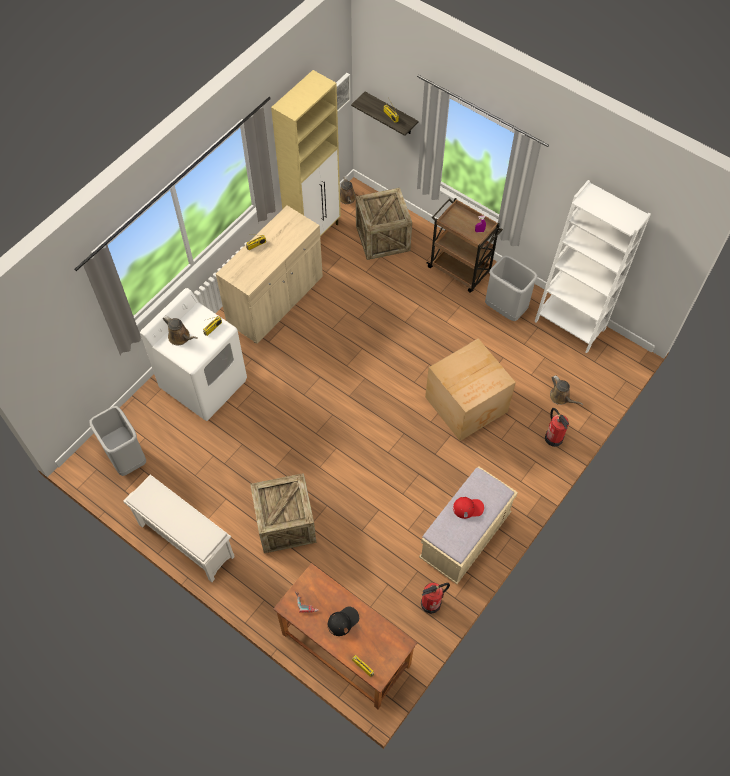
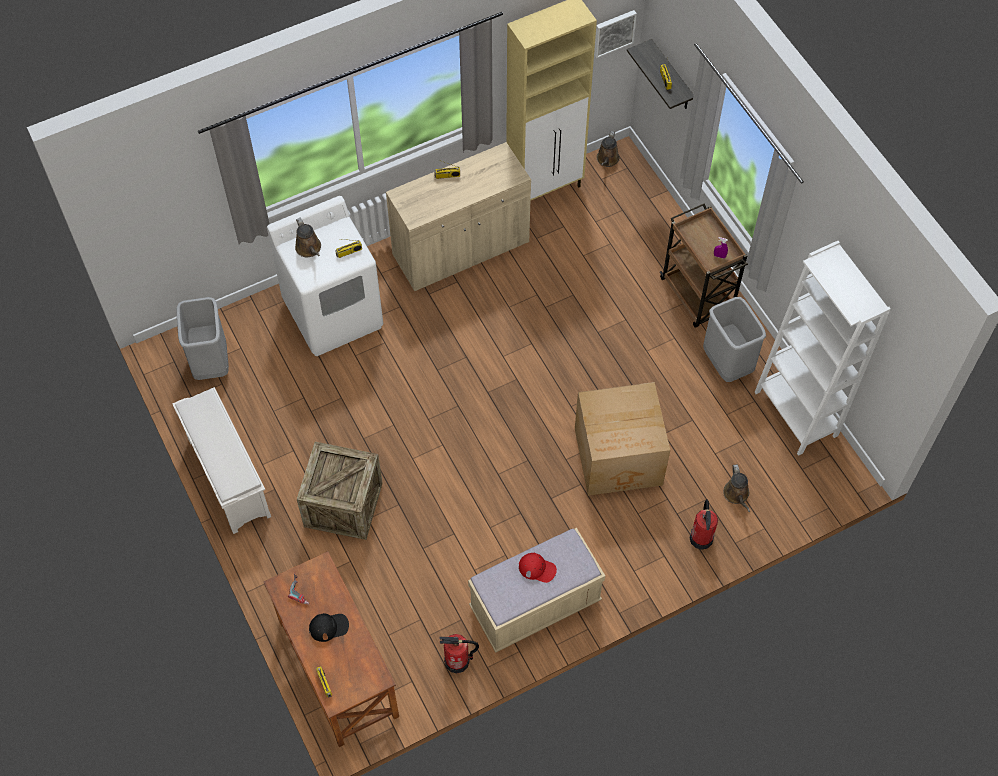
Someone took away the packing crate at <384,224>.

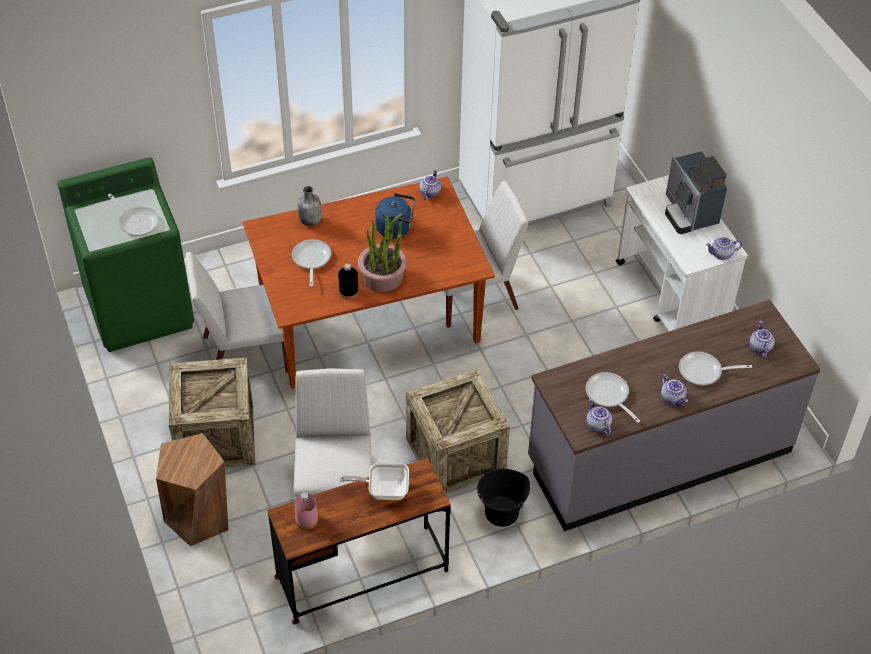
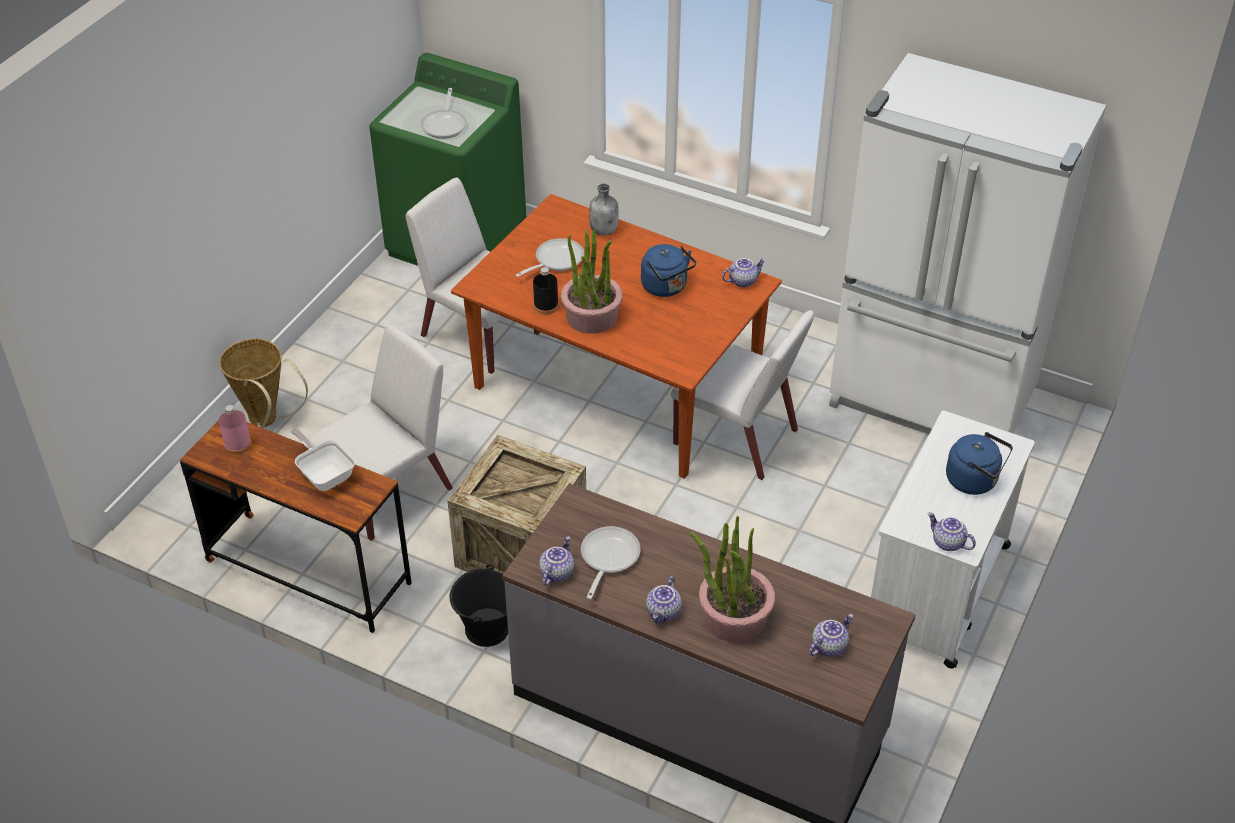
Someone swapped the stool (brownish) at <192,489> for the basket at <263,383>. Someone took away the packing crate at <212,412>. Someone swapped the coffee maker at <696,192> for the water kettle (blue-coloured) at <979,463>. Someone swapped the skillet at <715,368> for the plant in a pot at <732,579>.

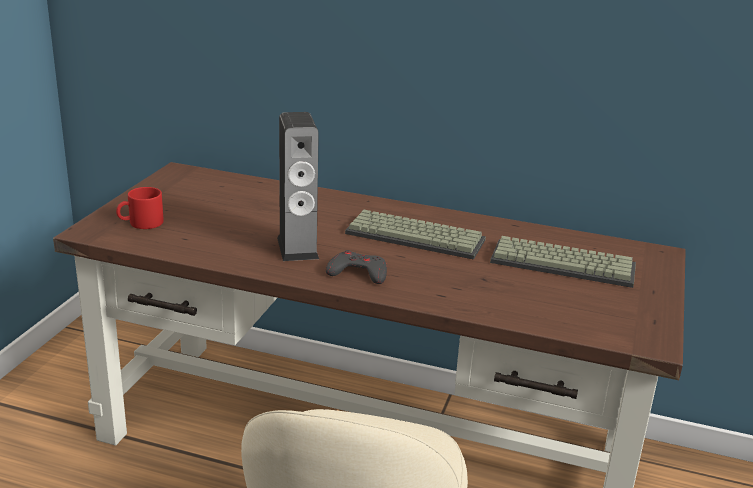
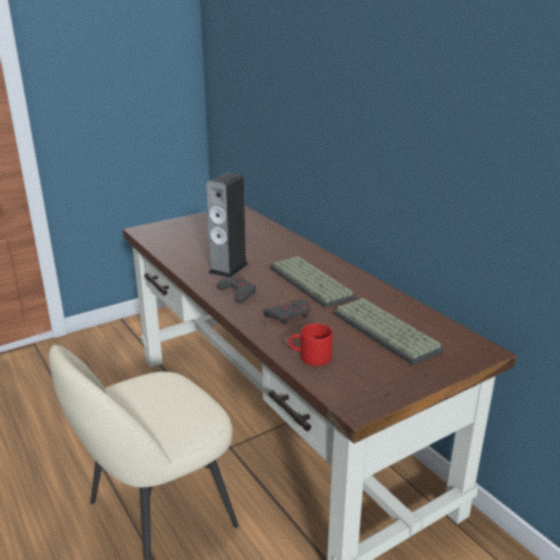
Someone carried the coffee mug (red) from <140,208> to <311,345>. Someone put down the game controller (gray) at <287,311>.

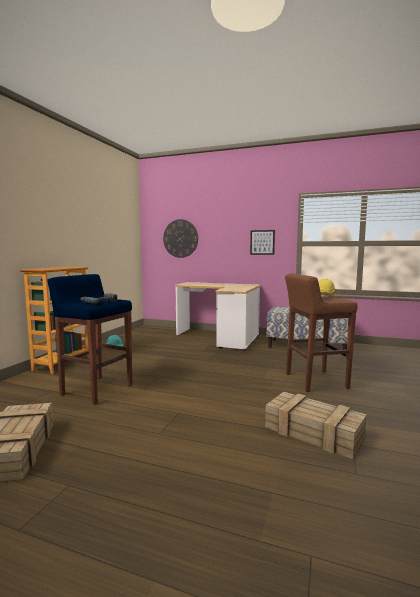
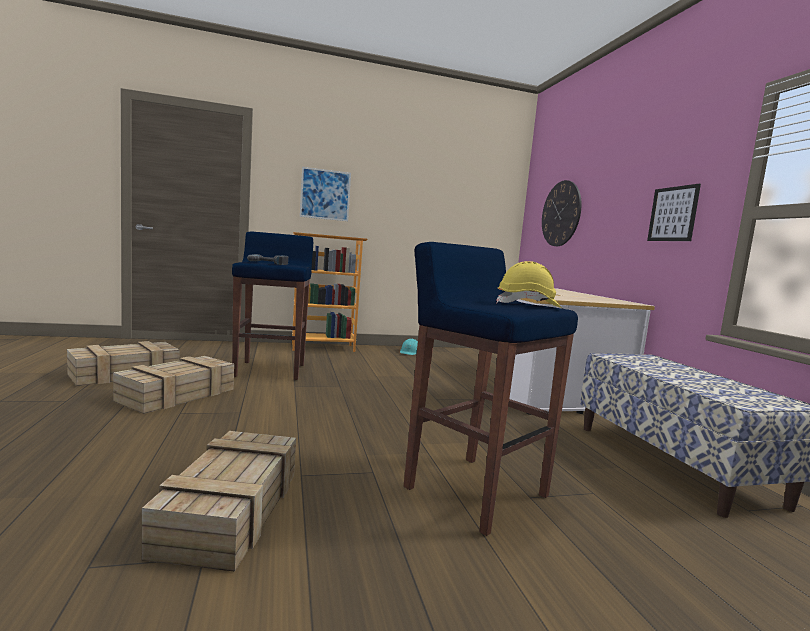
Someone repainted the stool (brownish) at <321,332>, which became the stool (blue-coloured) at <491,389>. Someone put down the packing crate at <173,385>. Someone put up the wall art at <325,194>.

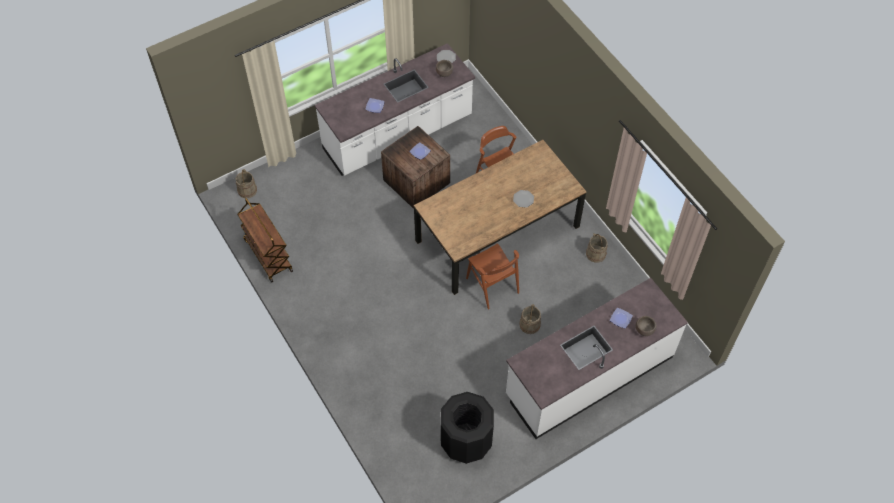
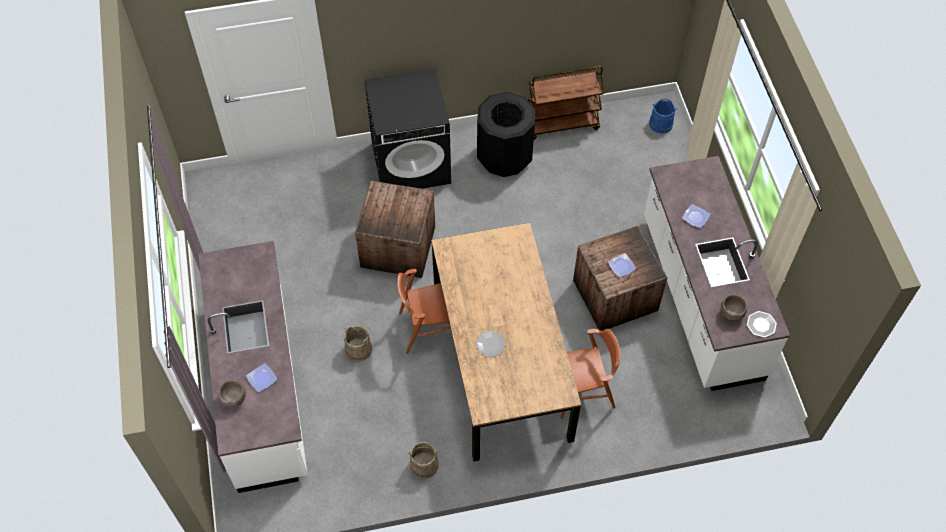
Someone repainted the bucket (beige-coloured) at <246,183>, which became the bucket (blue-coloured) at <663,116>. Someone carried the rubbish bin (black) from <467,428> to <506,134>. Someone put down the packing crate at <395,229>. Someone put down the laundry appliance (black) at <407,128>.

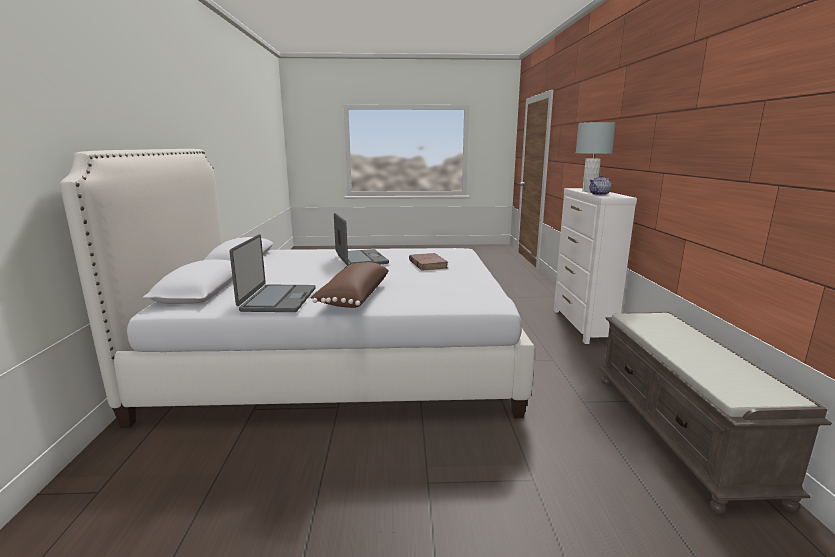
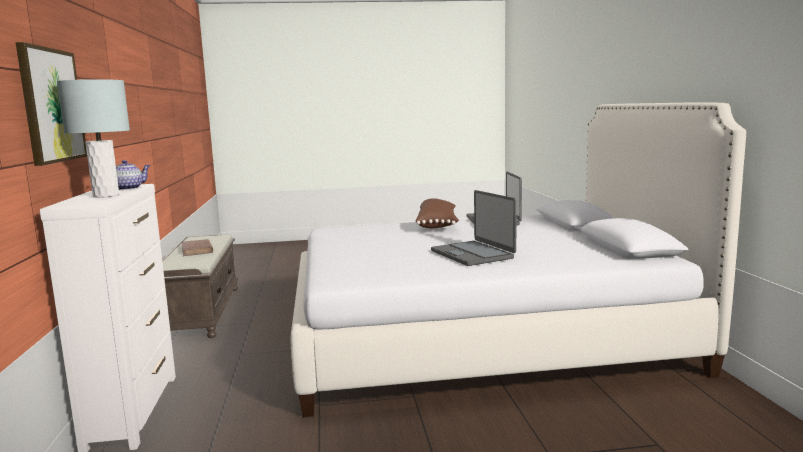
Someone carried the volume (brownish) from <428,261> to <197,247>. Someone put up the wall art at <51,104>.

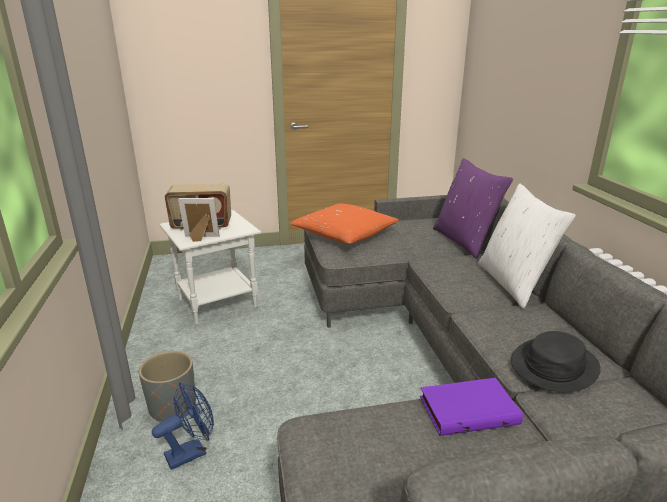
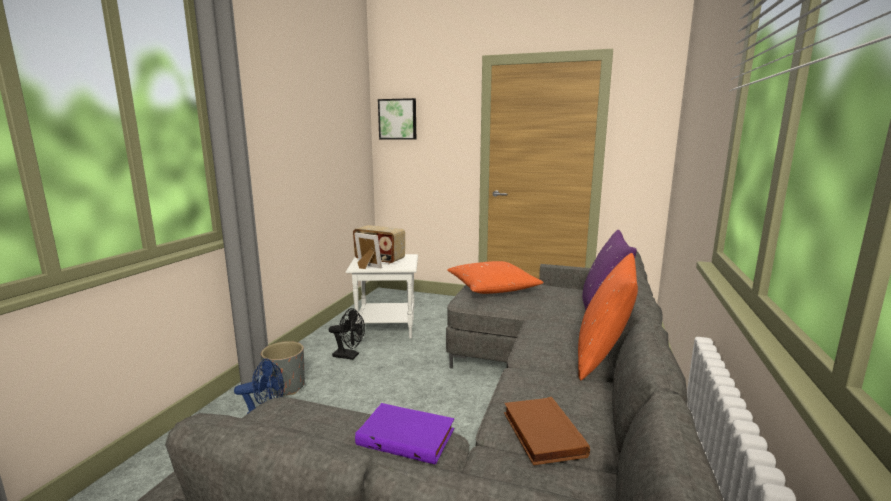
Someone repainted the pillow (whitish) at <527,246>, which became the pillow (orange) at <608,316>. Someone swapped the clothing hat (black) at <556,361> for the volume (brownish) at <547,431>. Someone put down the electric fan (black) at <347,334>. Someone put up the wall art at <397,119>.

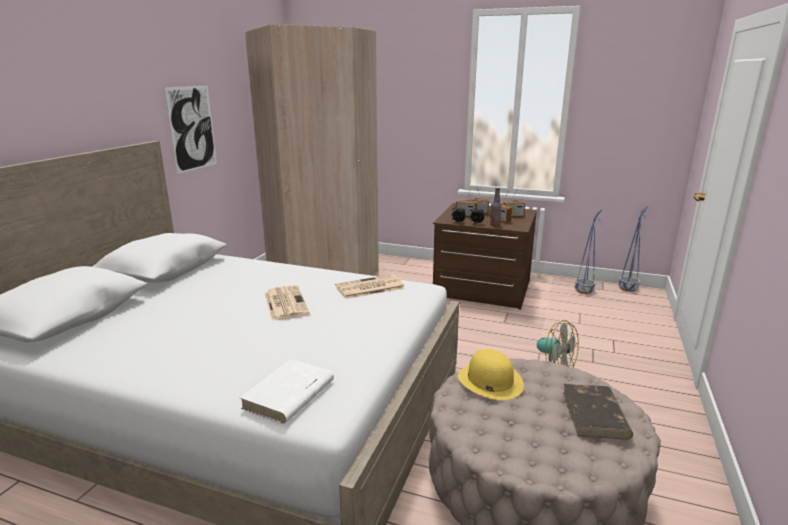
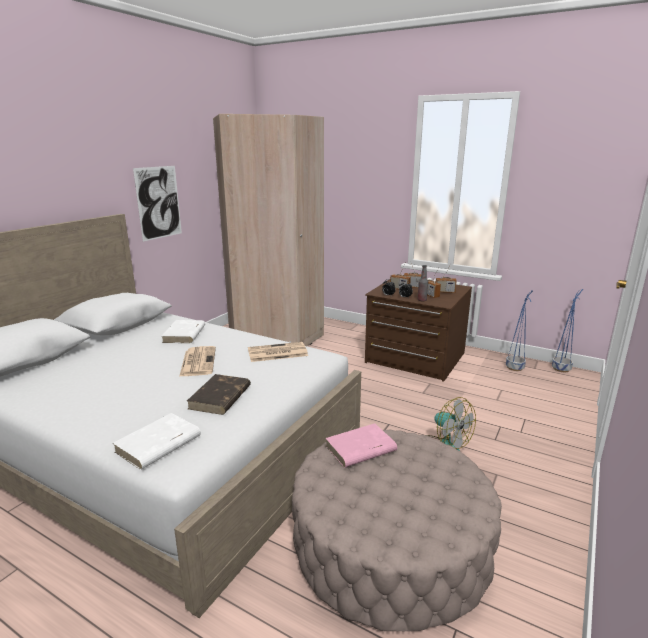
Someone swapped the clothing hat (yellow-coloured) at <491,374> for the volume (pinkish) at <361,445>. Someone carried the volume (brownish) from <598,411> to <219,394>. Someone put down the volume (whitish) at <183,331>.

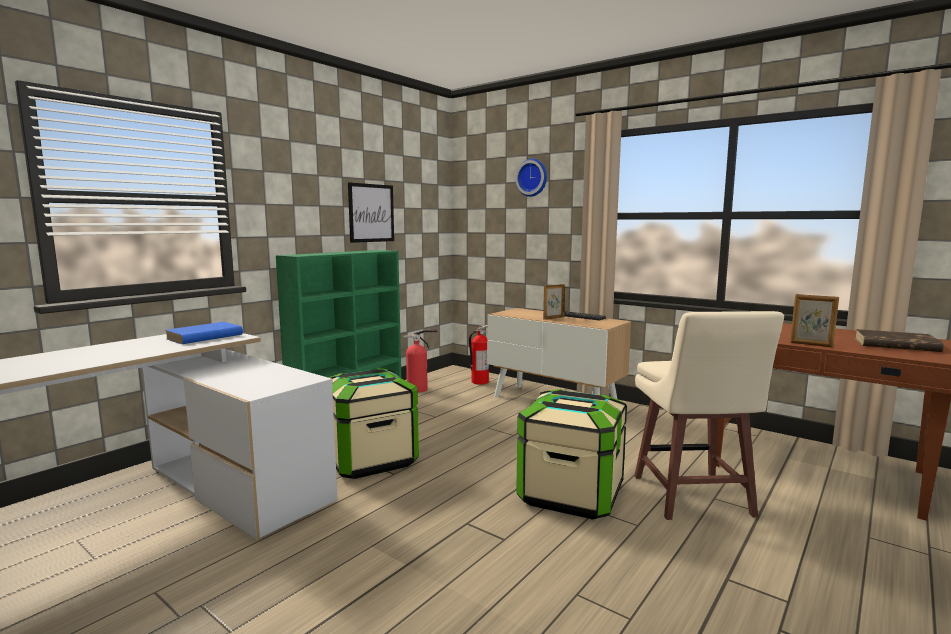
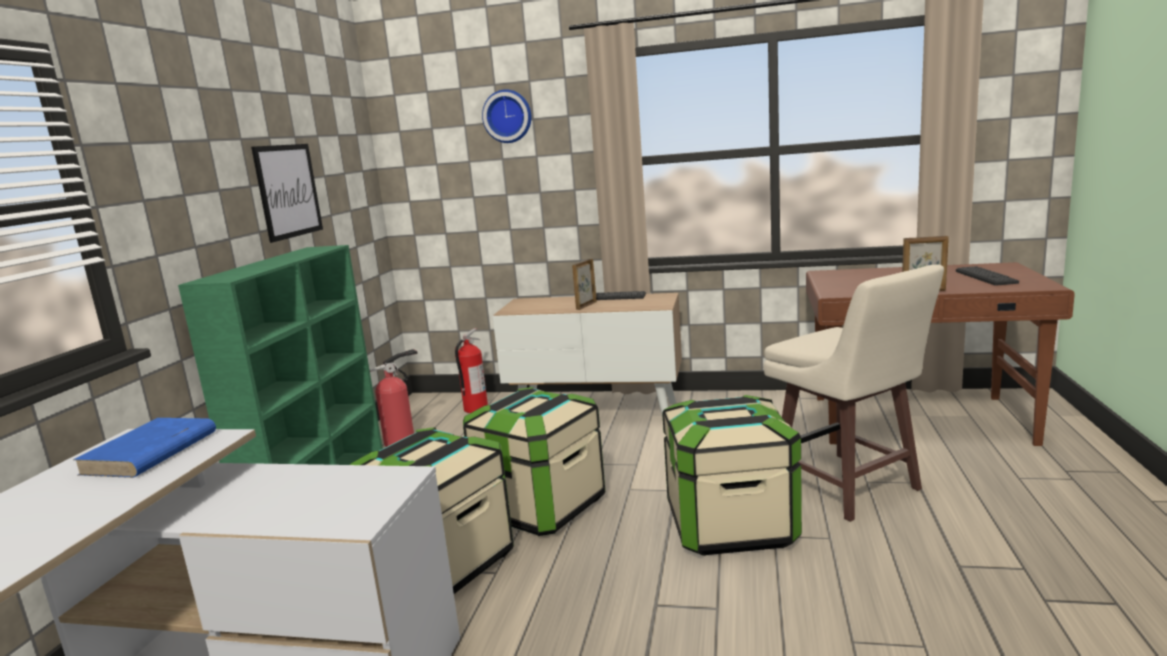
Someone swapped the volume (brownish) at <899,340> for the PC keyboard at <987,276>. Someone put down the storage bin at <534,461>.

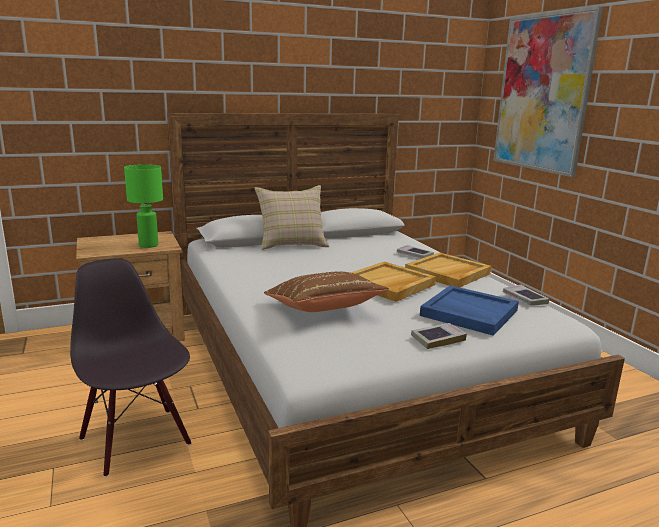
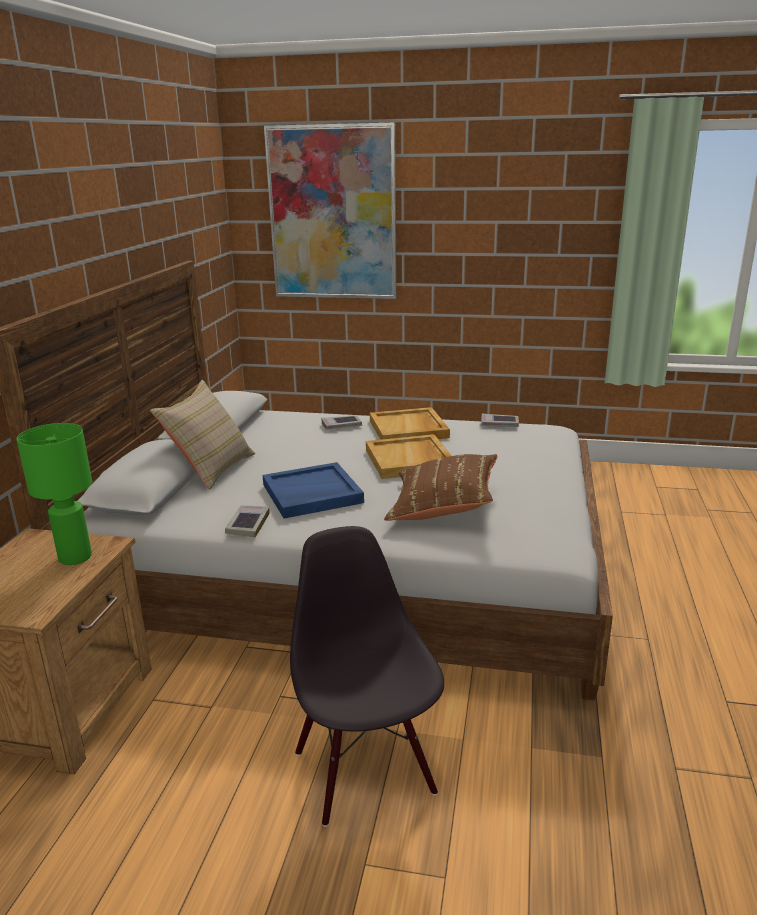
Someone rotated the plain chair (black) at <131,367> by 75 degrees clockwise. Someone carried the volume from <439,336> to <247,521>. Someone carried the carrying tray (blue-coloured) from <469,310> to <313,490>.

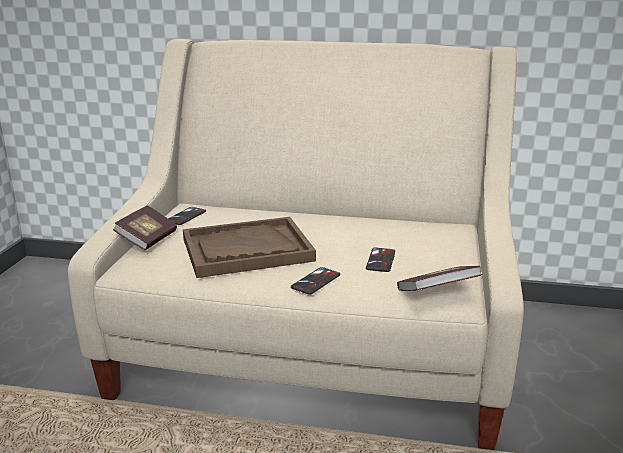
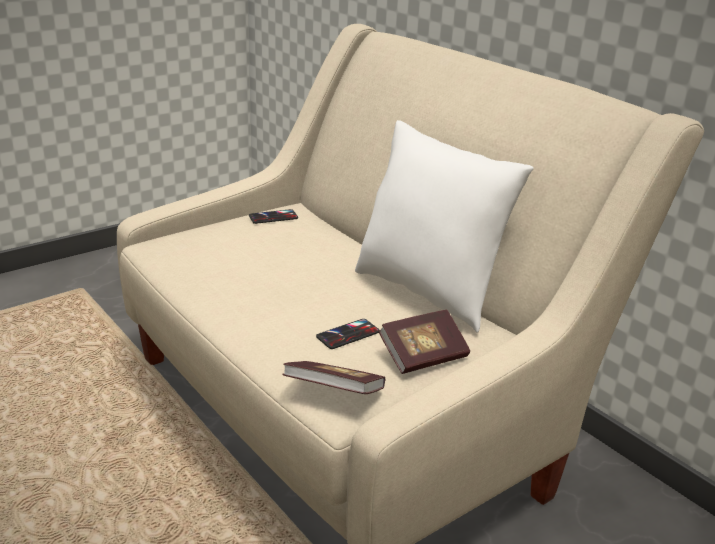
Someone carried the volume from <145,227> to <424,341>. Someone took away the carrying tray (brownish) at <249,247>. Someone took away the phone at <315,281>. Someone put down the pillow (whitish) at <444,226>.

